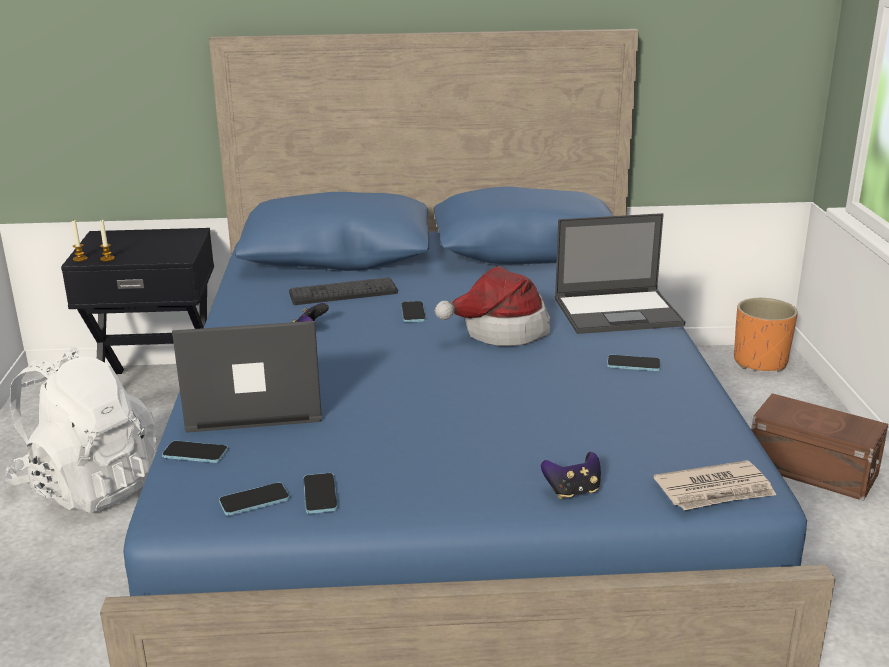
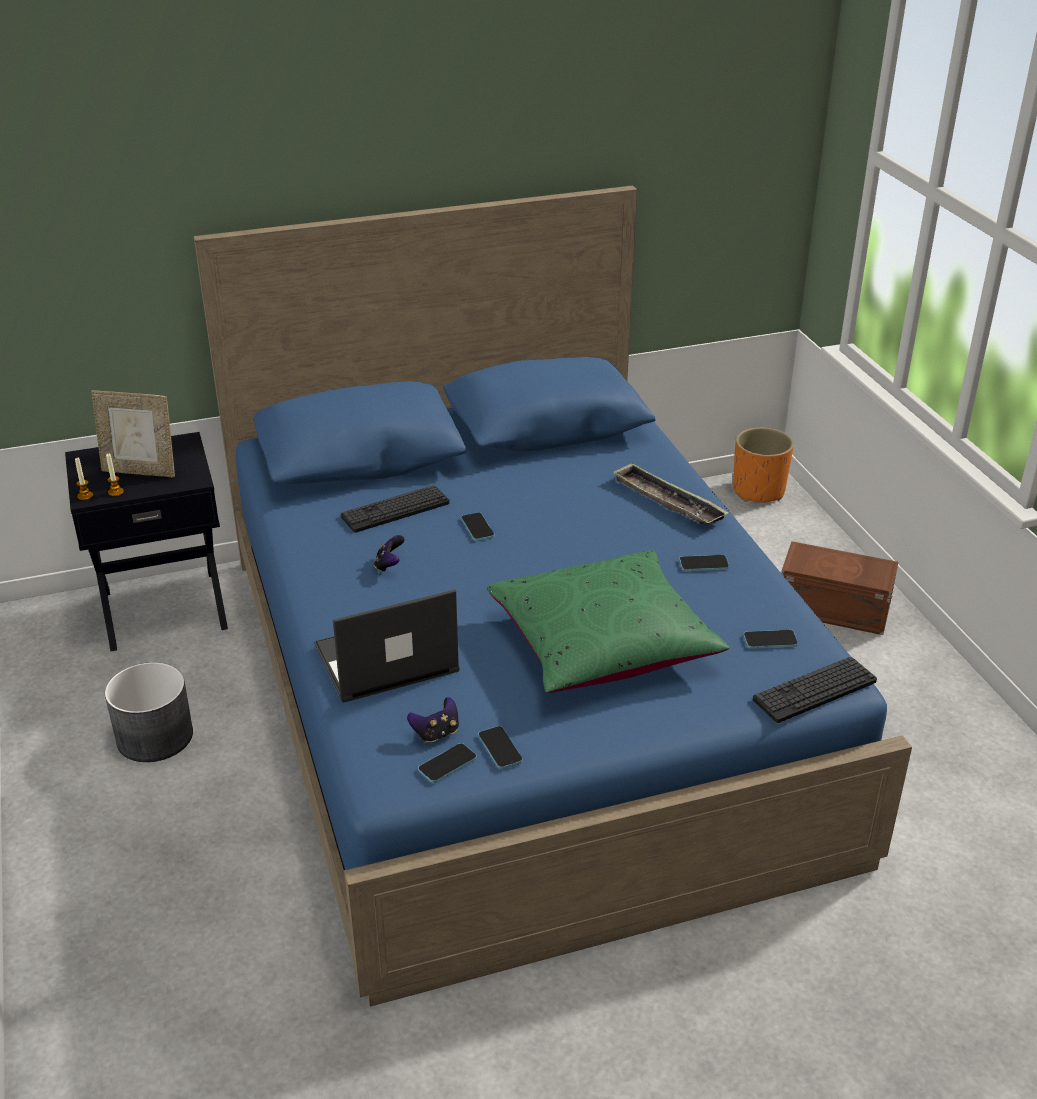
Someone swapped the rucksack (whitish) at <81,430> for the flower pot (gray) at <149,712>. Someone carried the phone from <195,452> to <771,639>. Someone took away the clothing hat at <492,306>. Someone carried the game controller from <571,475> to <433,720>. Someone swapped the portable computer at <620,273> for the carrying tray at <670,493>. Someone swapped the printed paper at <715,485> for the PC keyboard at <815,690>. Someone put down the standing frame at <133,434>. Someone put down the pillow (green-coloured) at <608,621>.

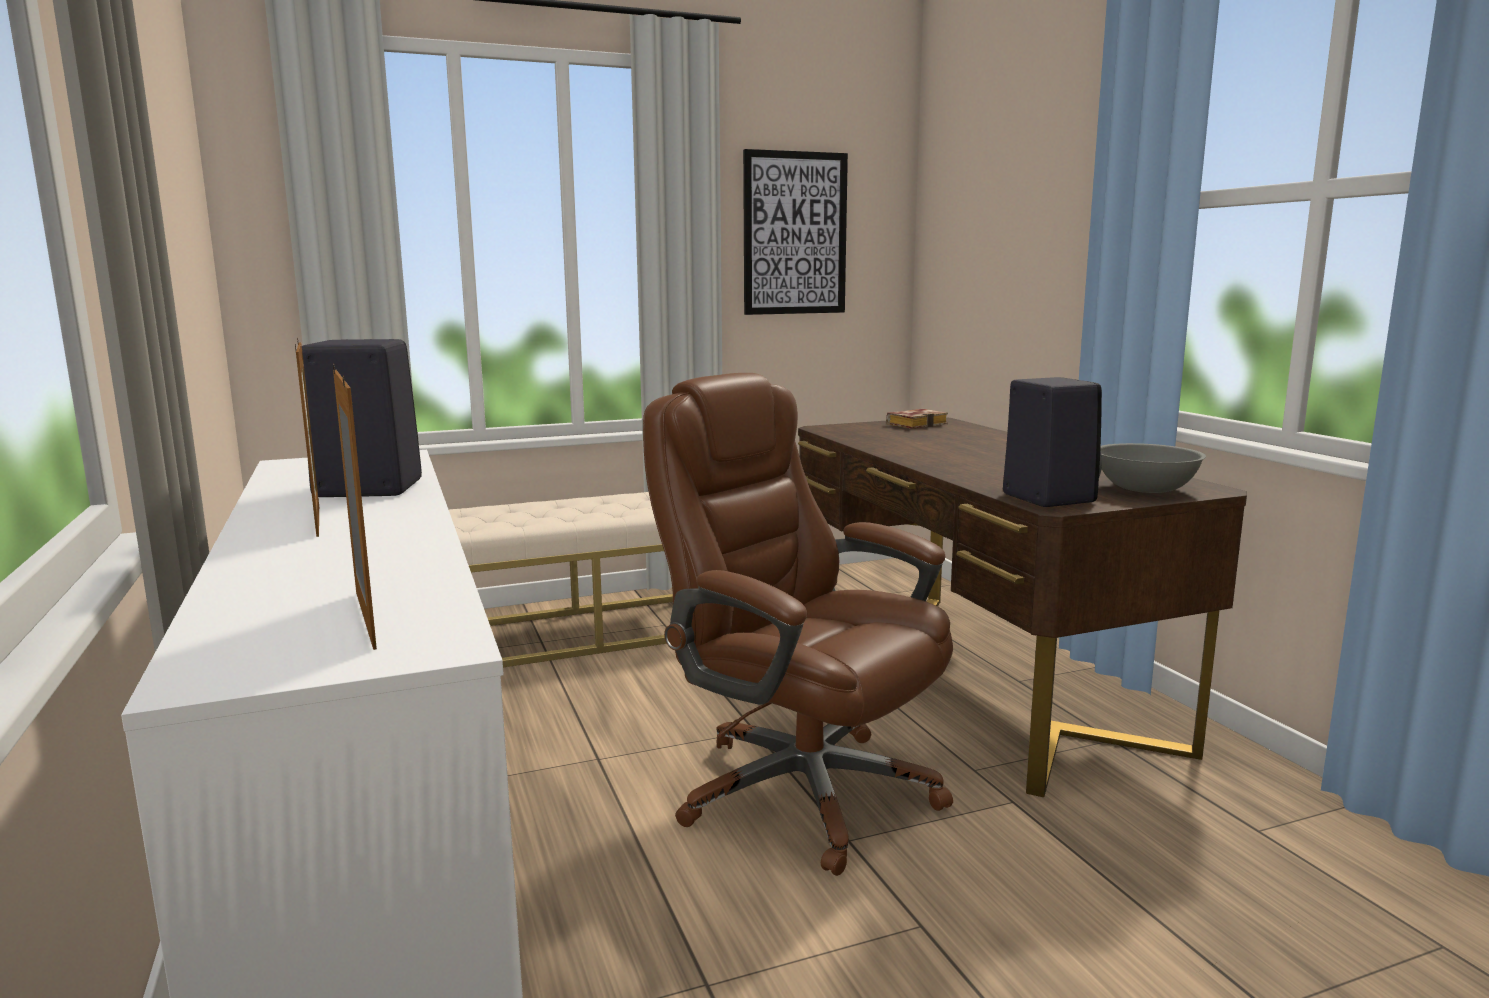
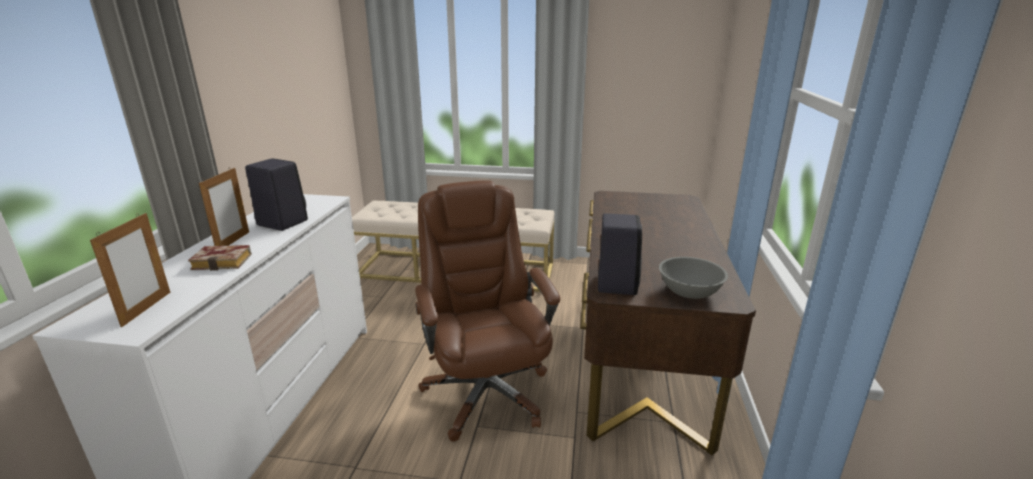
Someone took away the wall art at <795,232>. Someone carried the volume from <917,419> to <220,258>.

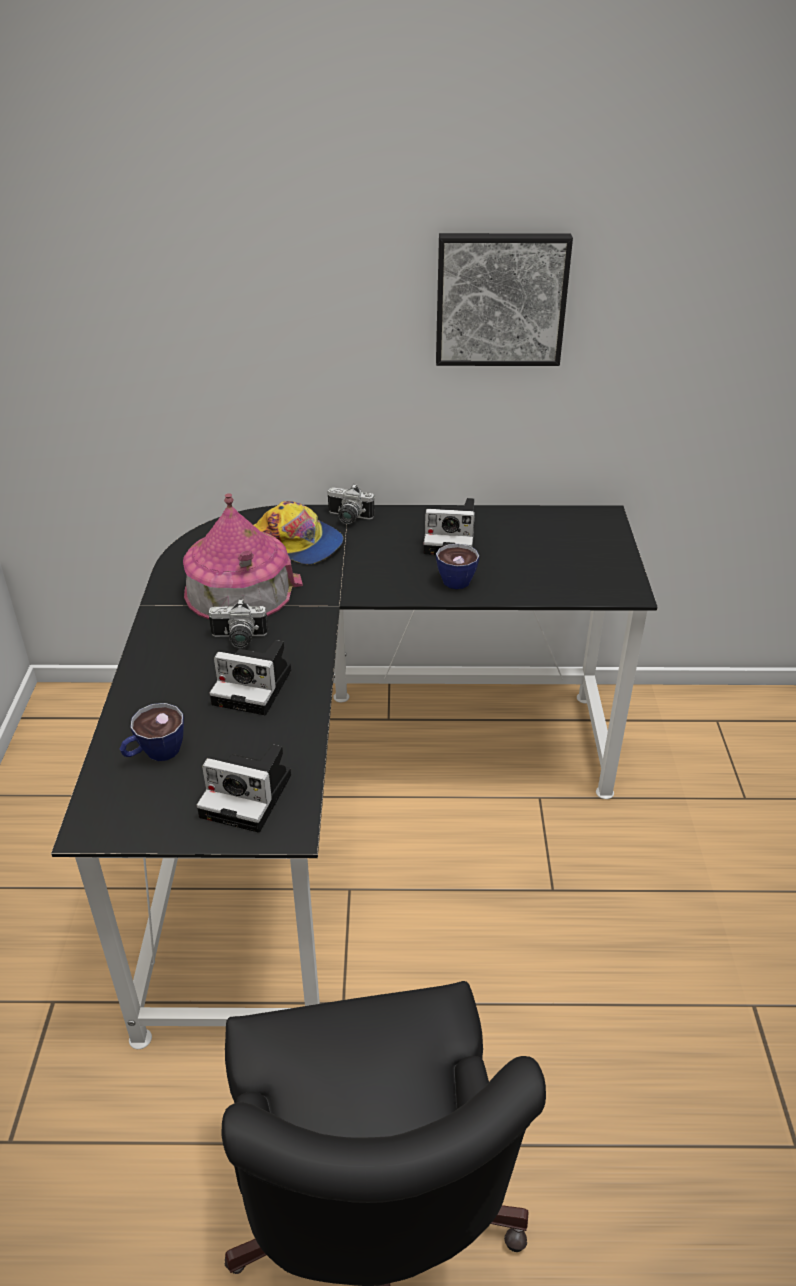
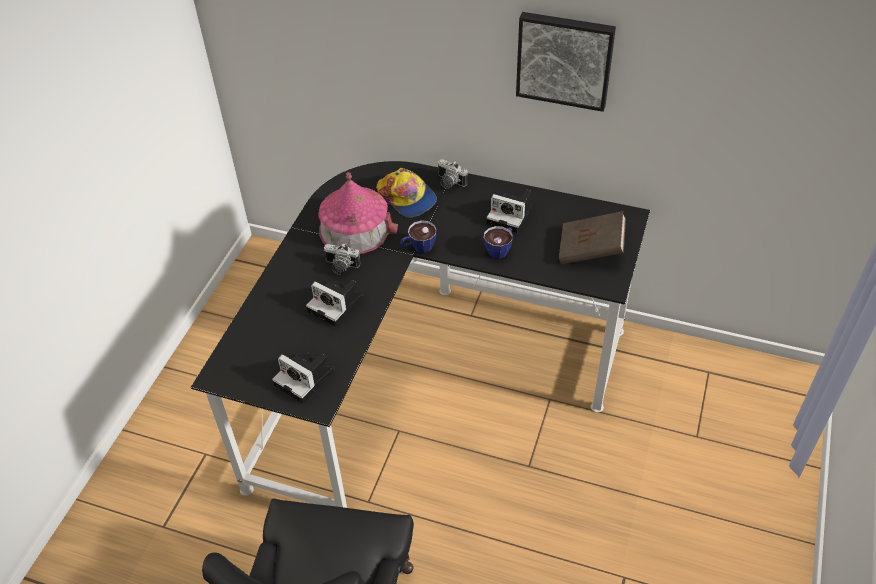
Someone carried the drinking cup from <152,732> to <418,236>. Someone put down the volume (brownish) at <592,237>.

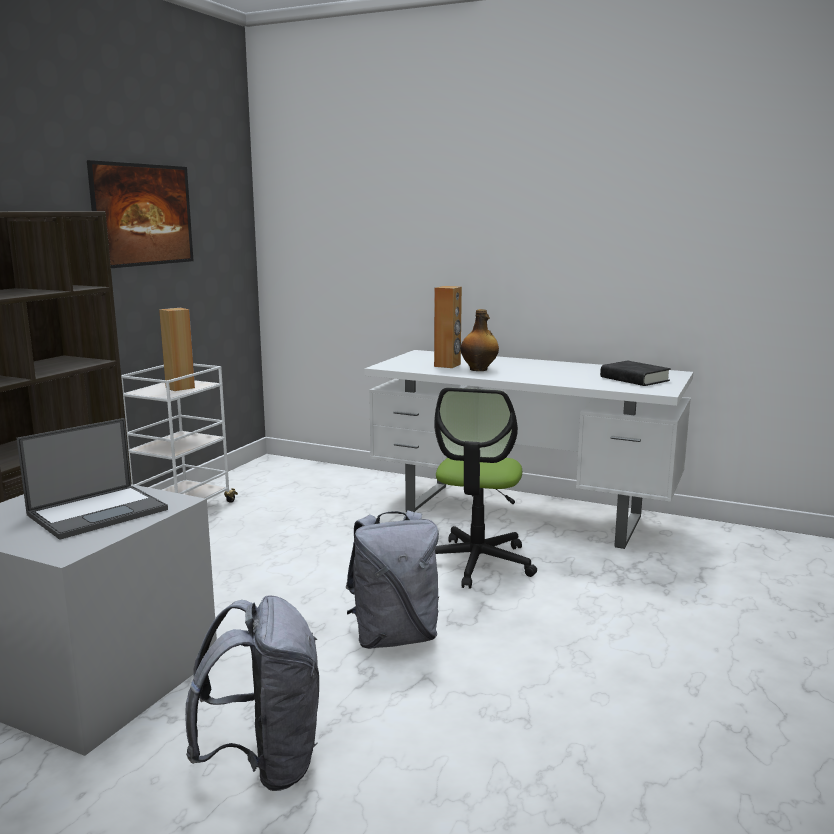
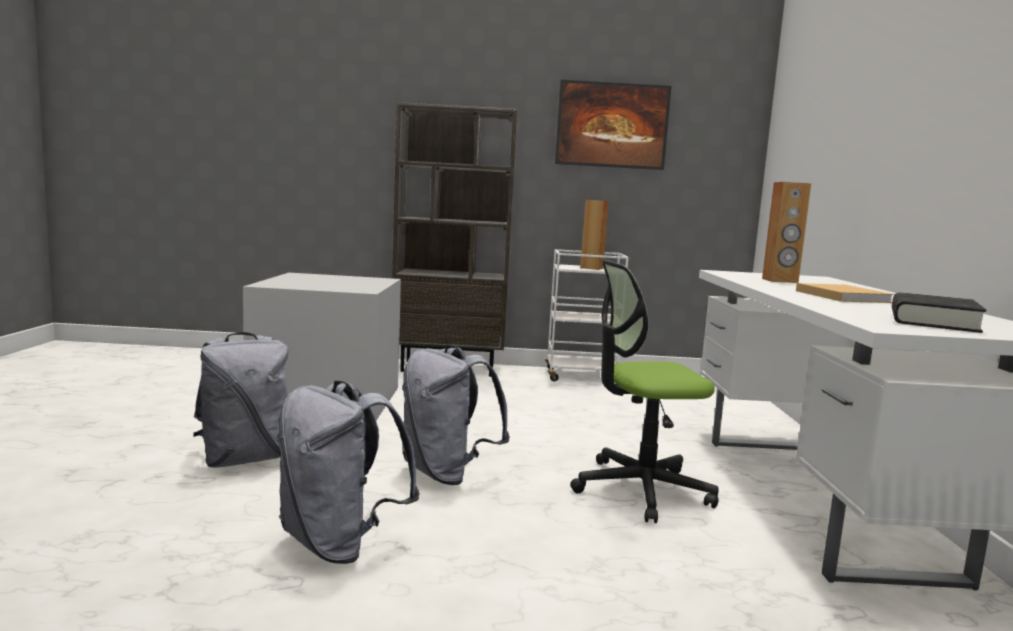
Someone took away the portable computer at <92,479>. Someone took away the beverage bottle at <479,340>. Someone put down the rucksack (gray) at <348,472>. Someone put down the volume (beige-coloured) at <845,293>.

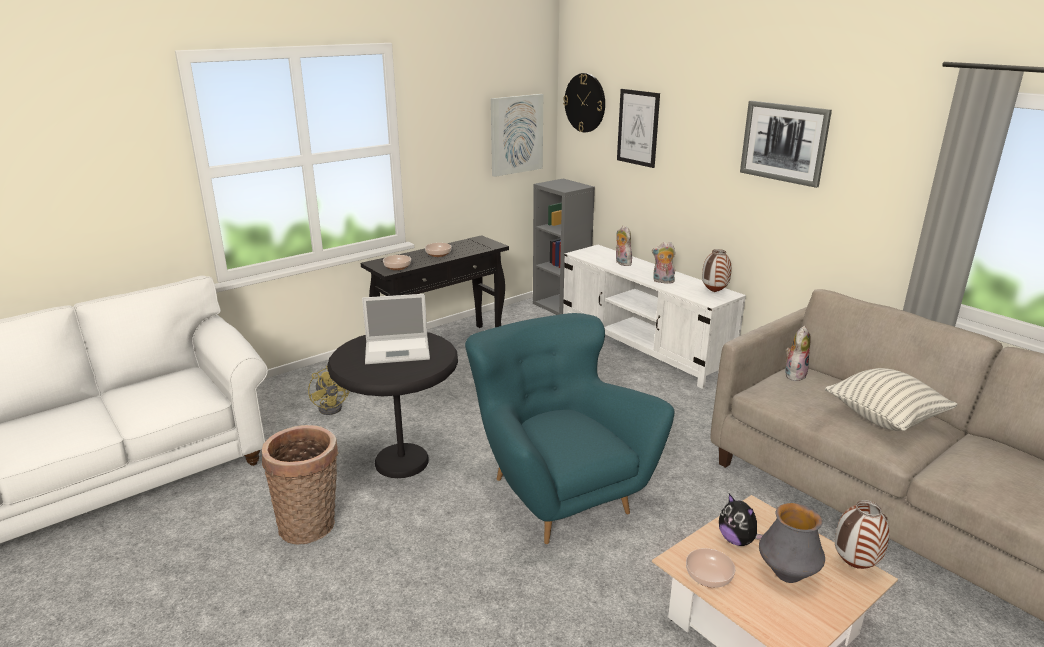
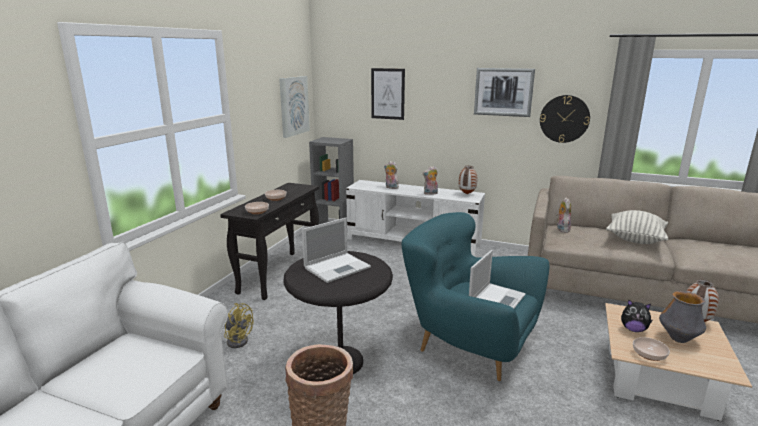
Someone carried the wall clock from <584,102> to <565,119>. Someone put down the portable computer at <497,279>.

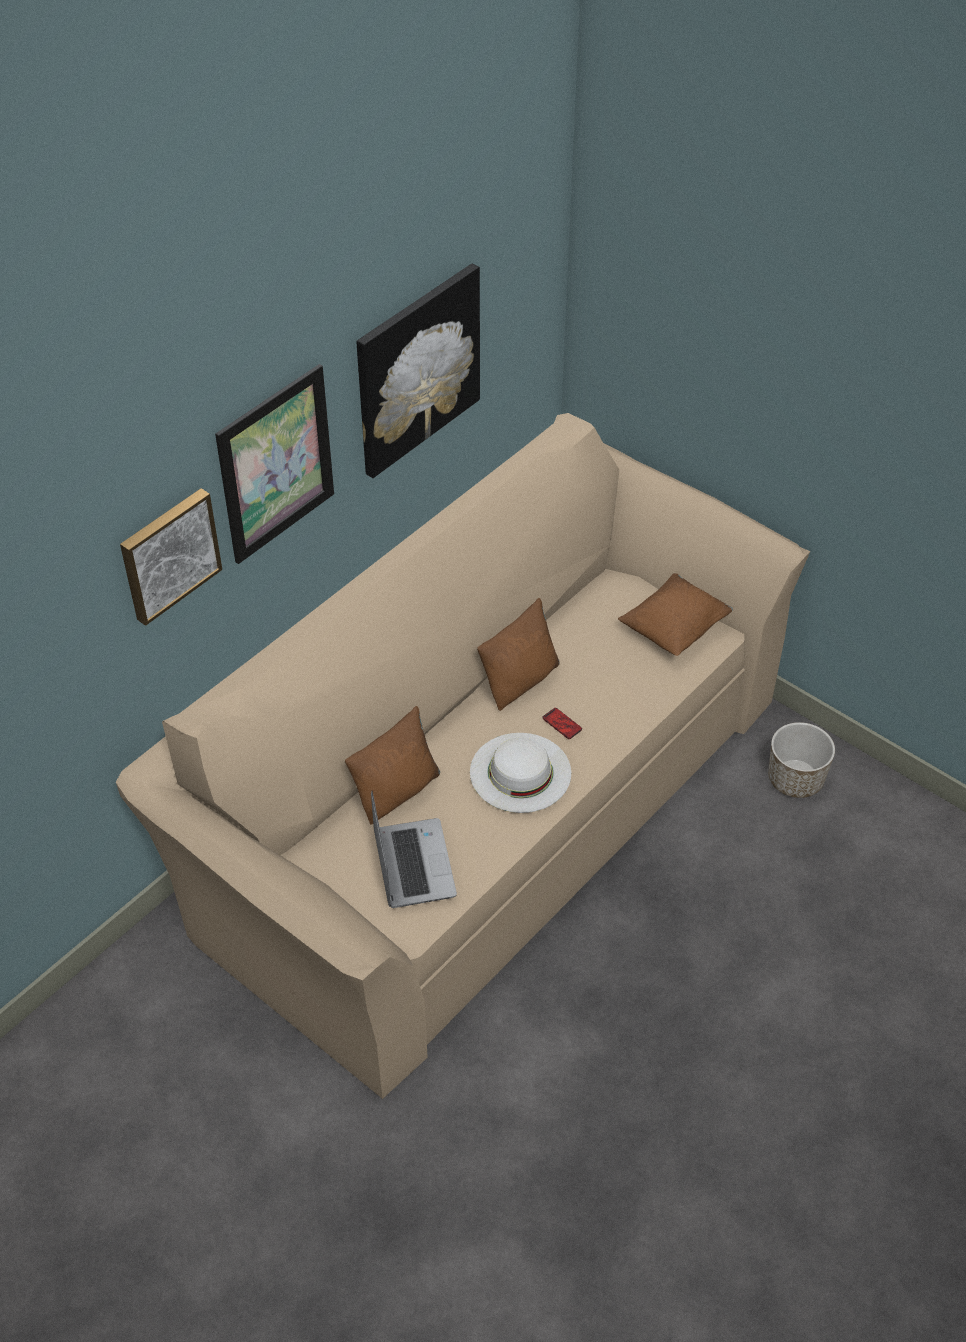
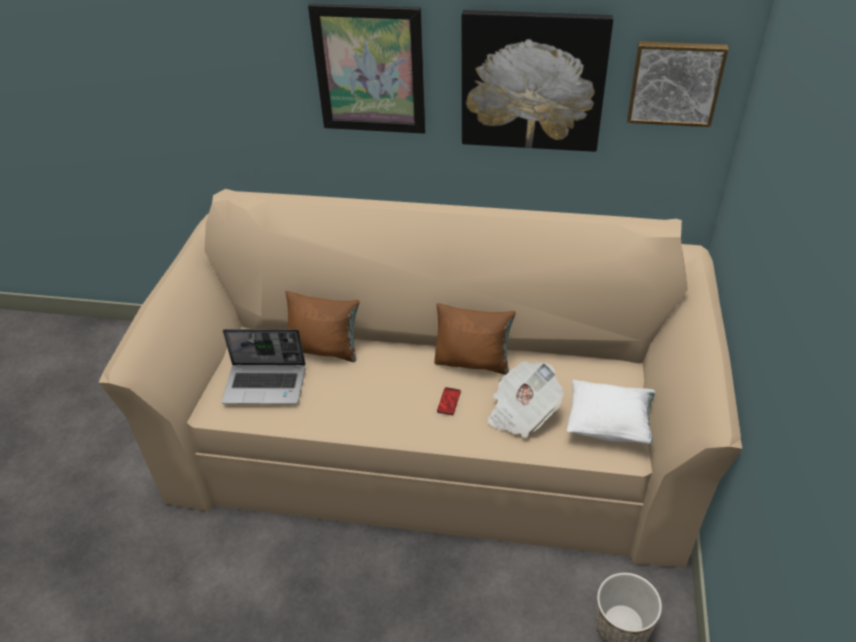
Someone carried the wall art from <171,557> to <677,84>. Someone rotated the portable computer at <414,849> by 45 degrees clockwise. Someone took away the clothing hat (whitish) at <520,773>. Someone repainted the pillow (brownish) at <675,614>, which became the pillow (whitish) at <611,412>. Someone put down the printed paper at <525,399>.

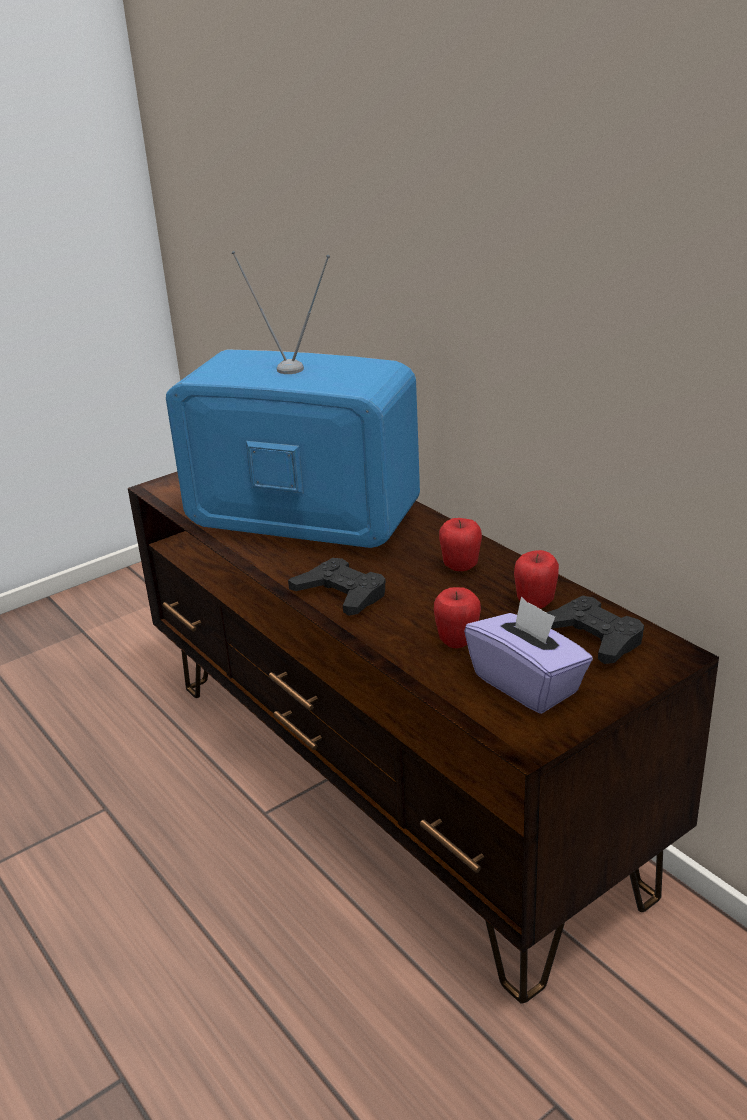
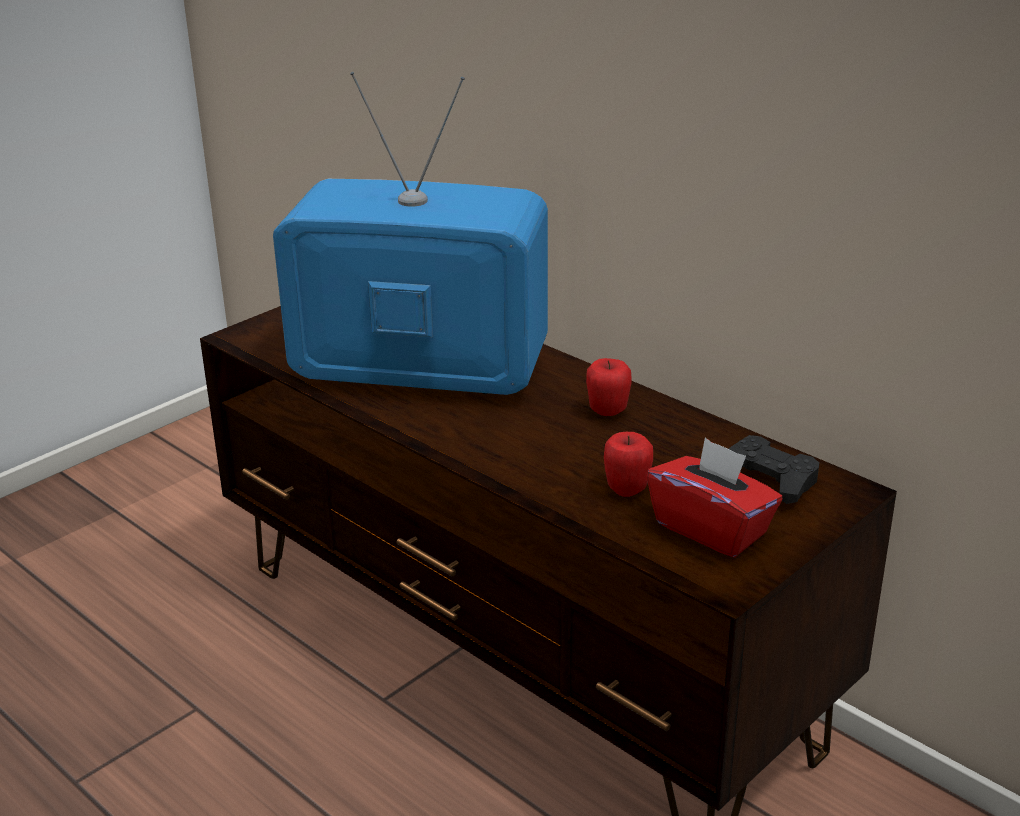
Someone took away the game controller (black) at <337,587>. Someone repainted the tissue holder (purplish) at <528,655>, which became the tissue holder (red) at <714,497>. Someone took away the whole apple at <536,579>.

